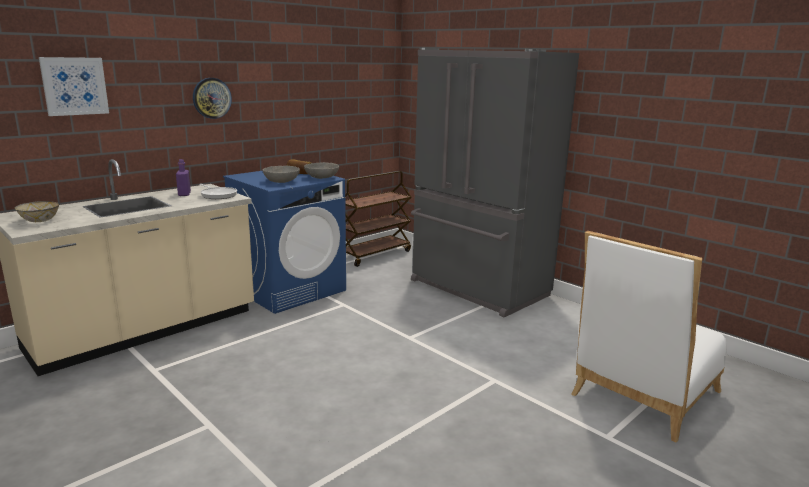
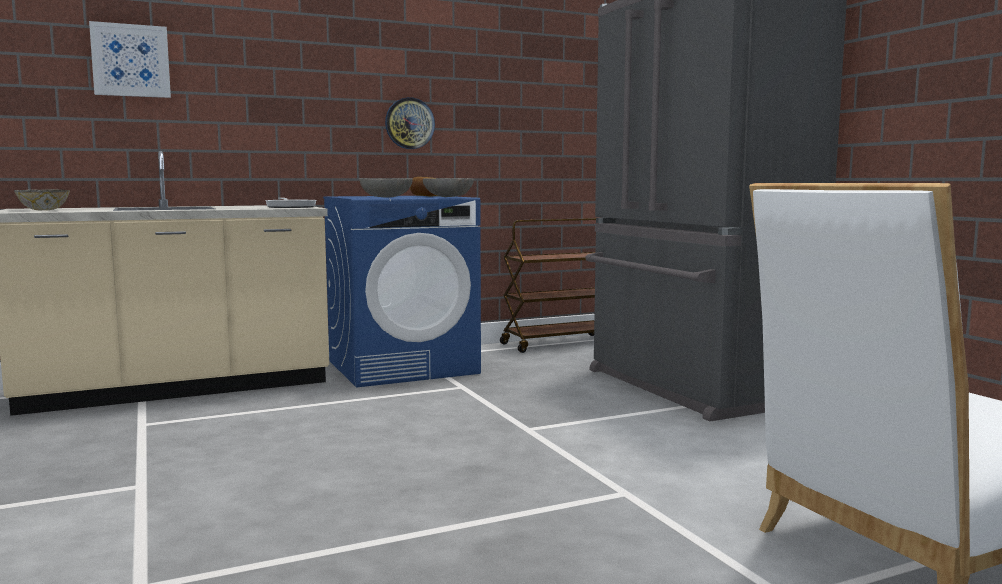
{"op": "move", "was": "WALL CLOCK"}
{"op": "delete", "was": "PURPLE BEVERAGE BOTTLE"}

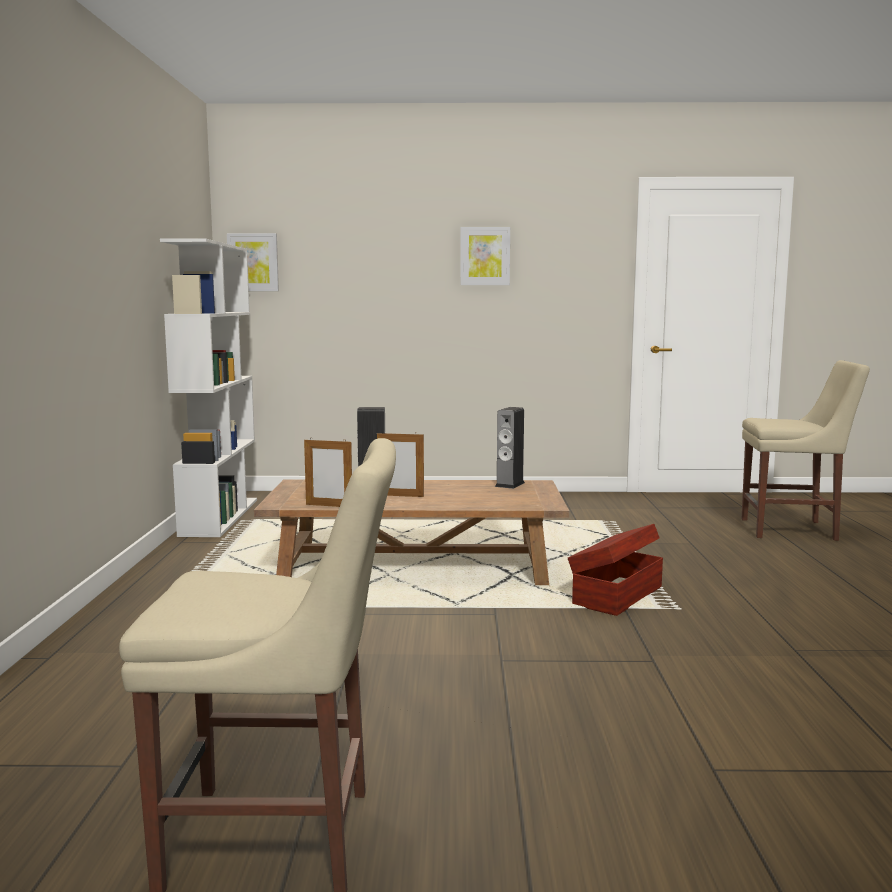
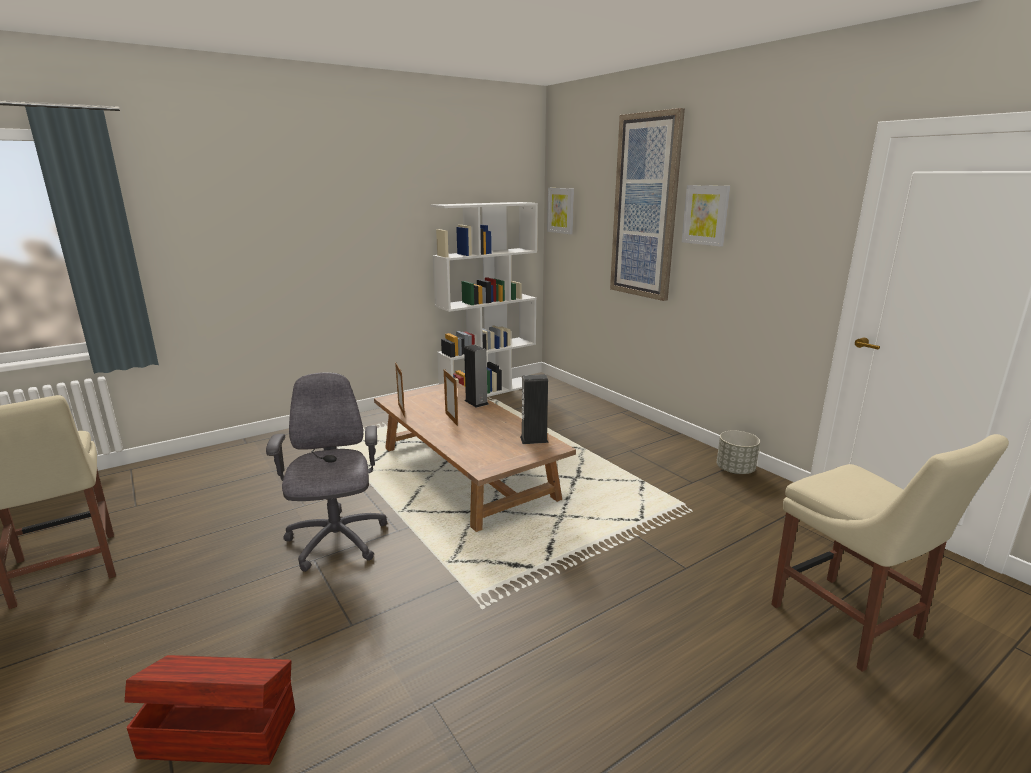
{"op": "move", "was": "BROWN STORAGE BOX"}
{"op": "insert", "now": "GREYISH OFFICE CHAIR"}
{"op": "insert", "now": "WALL PICTURE (2nd from left)"}
{"op": "insert", "now": "GREYISH PLANTER"}

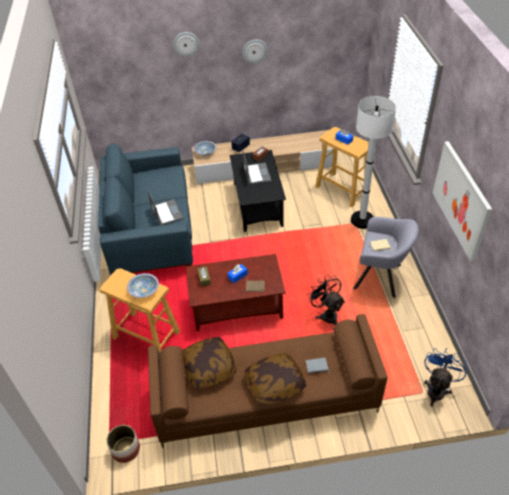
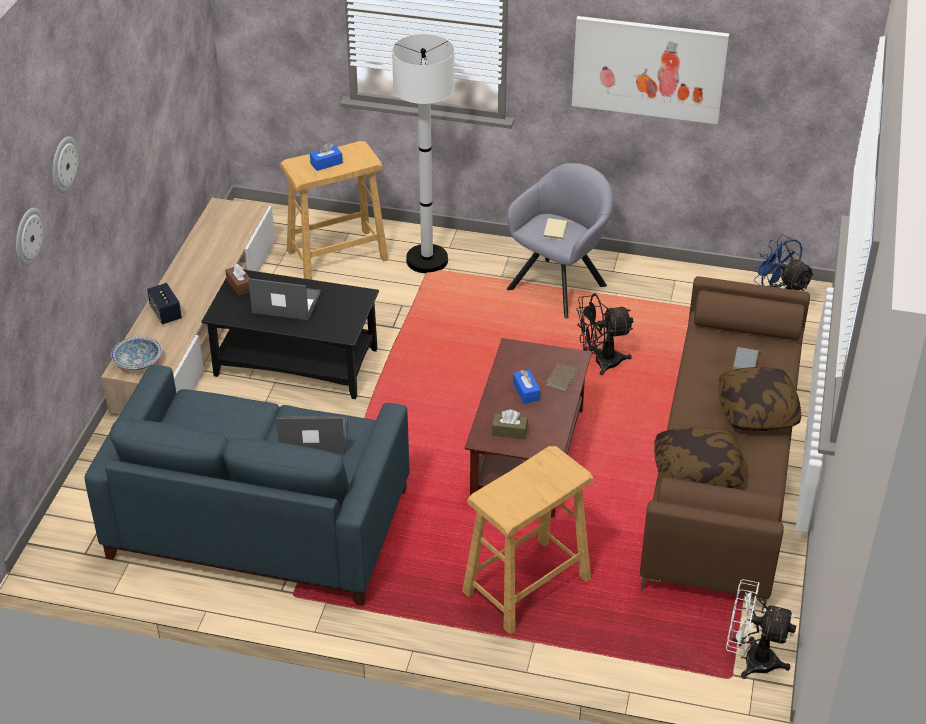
{"op": "move", "was": "WALL CLOCK (2nd from left in the first image)", "now": "WALL CLOCK (1st from left)"}
{"op": "replace", "was": "PLANTER", "now": "WHITISH FAN"}
{"op": "delete", "was": "DEEP DISH (1st from left)"}

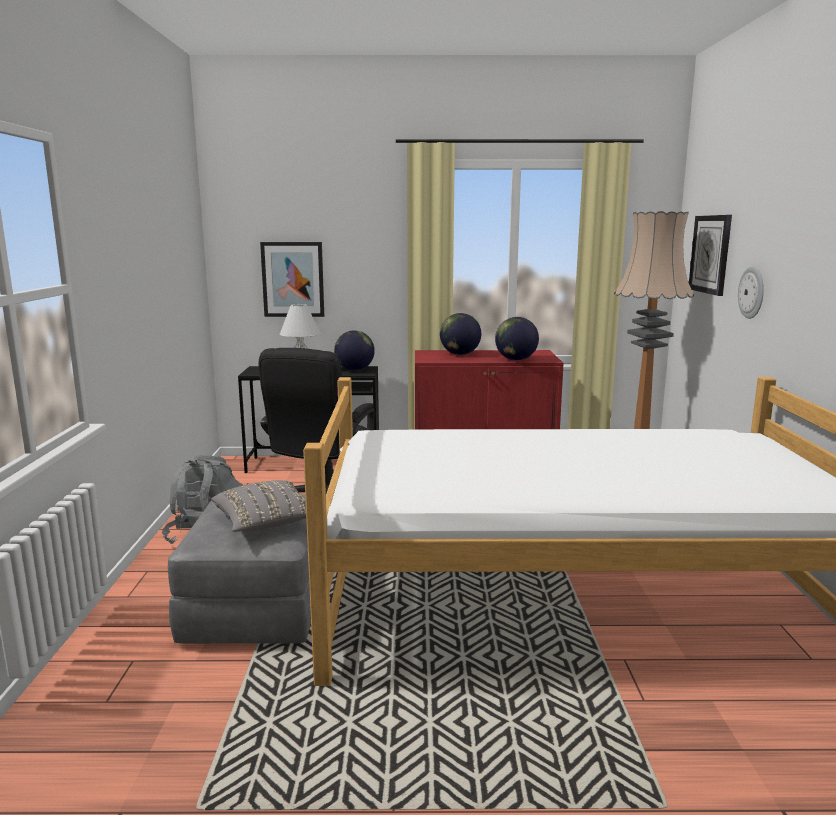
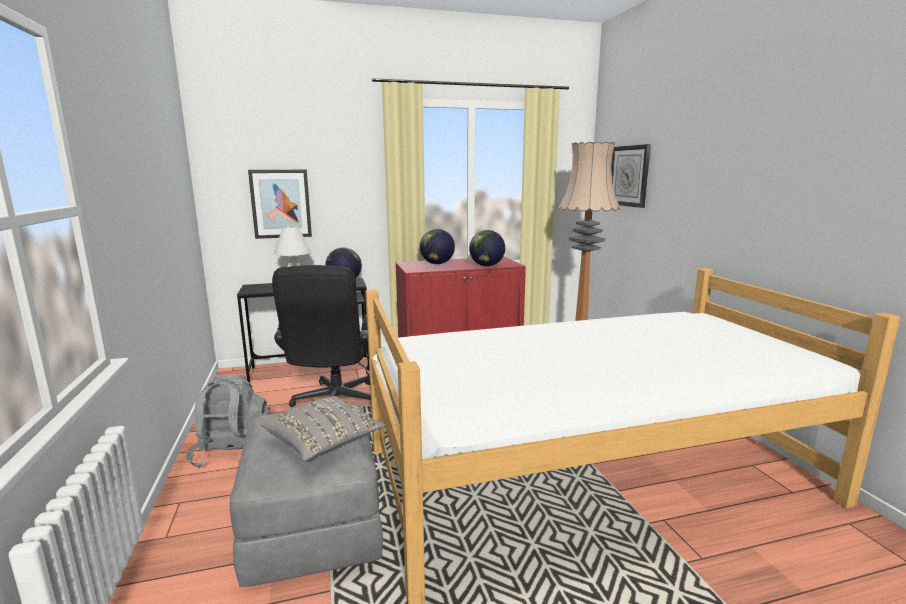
{"op": "delete", "was": "WALL CLOCK (2nd from left)"}

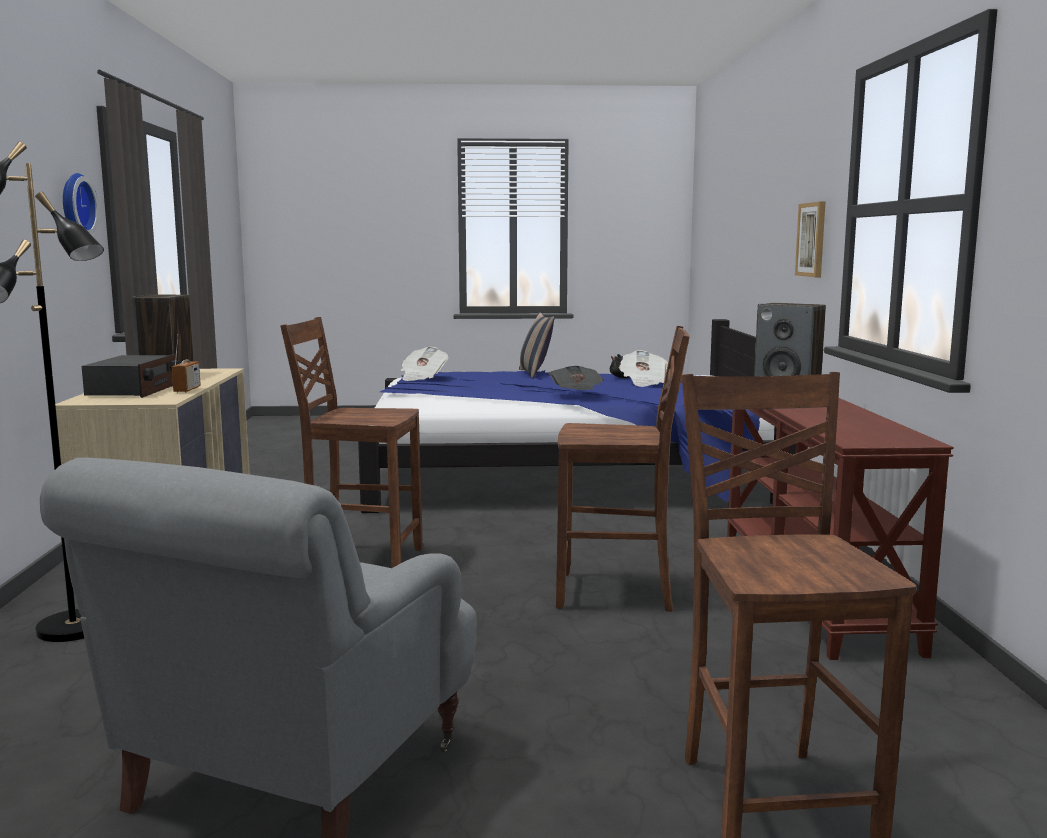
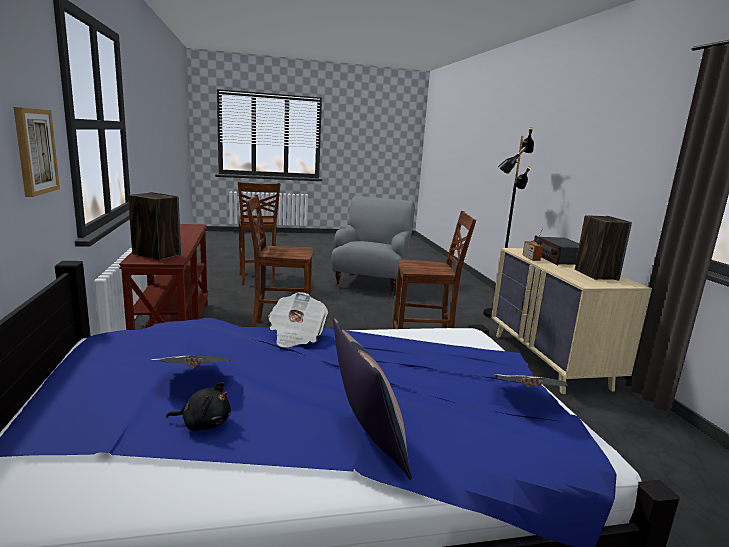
{"op": "delete", "was": "WALL CLOCK"}

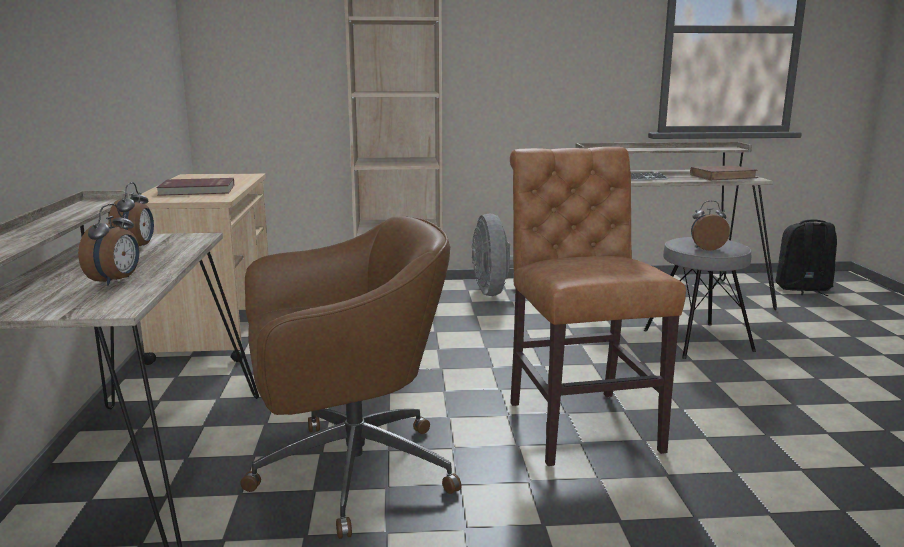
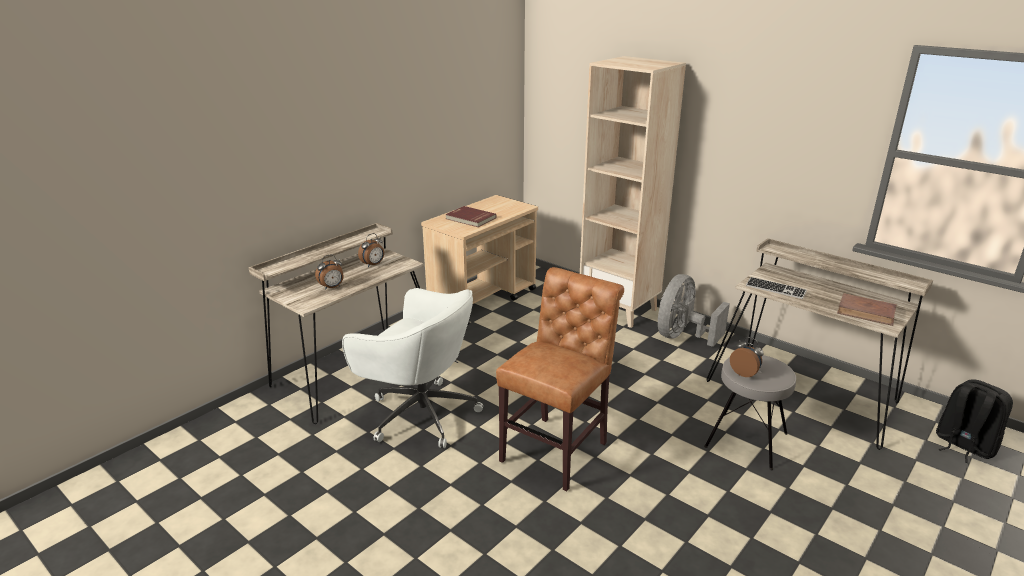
{"op": "recolor", "was": "BROWN OFFICE CHAIR", "now": "WHITISH OFFICE CHAIR"}

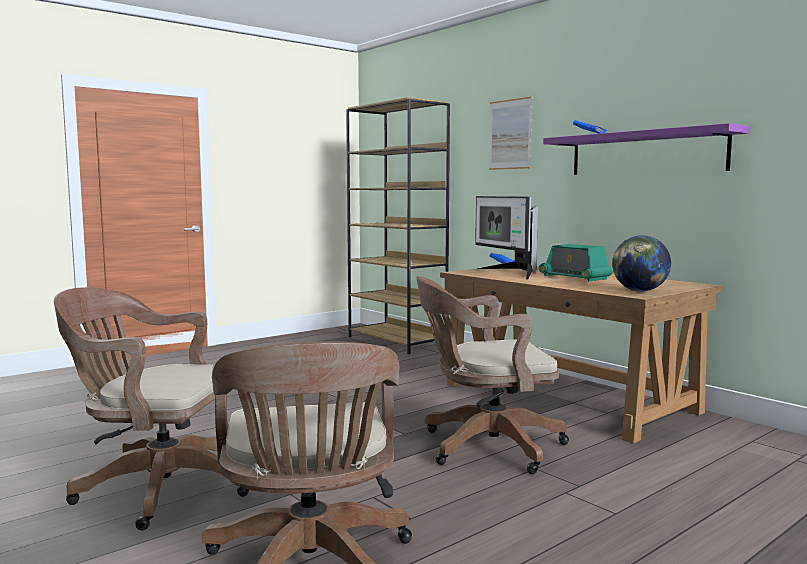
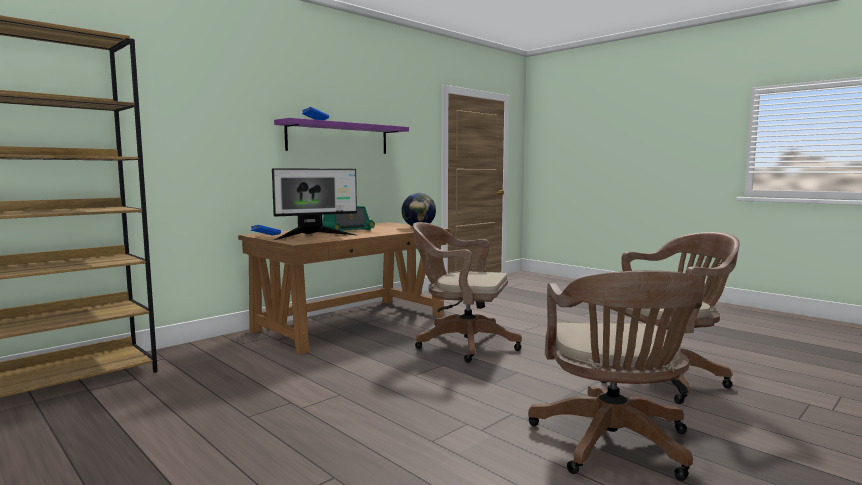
{"op": "rotate", "was": "BROWN OFFICE CHAIR (3rd from left in the first image)", "clockwise": 120}
{"op": "delete", "was": "WALL PICTURE"}

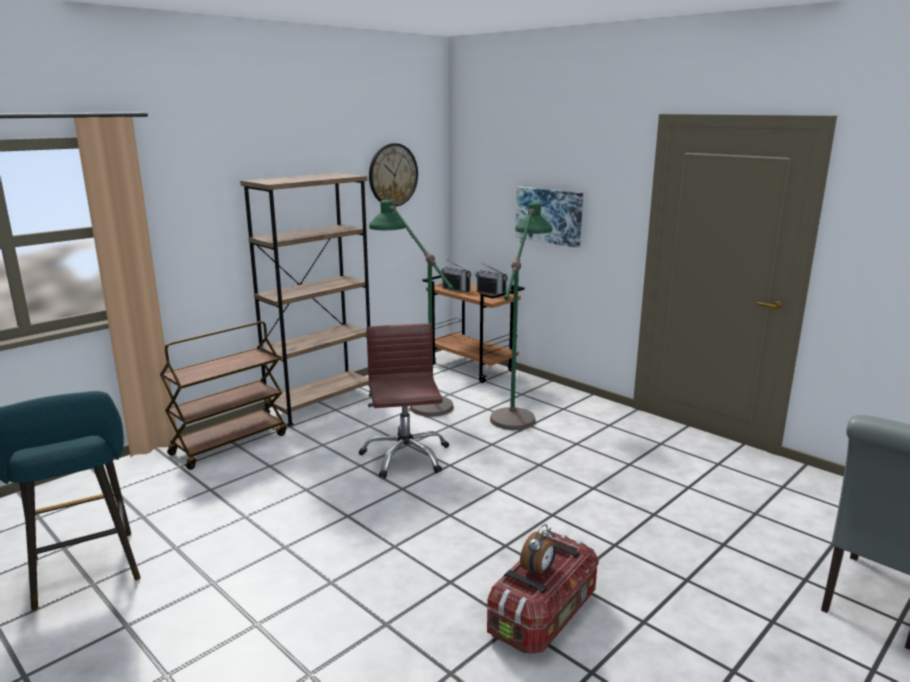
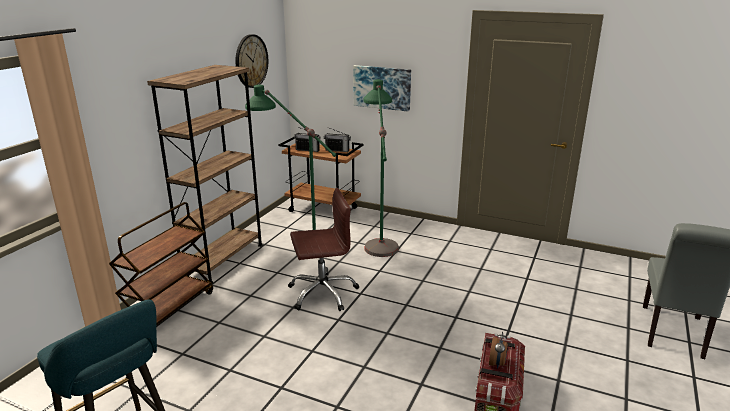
{"op": "rotate", "was": "BROWN OFFICE CHAIR", "clockwise": 105}

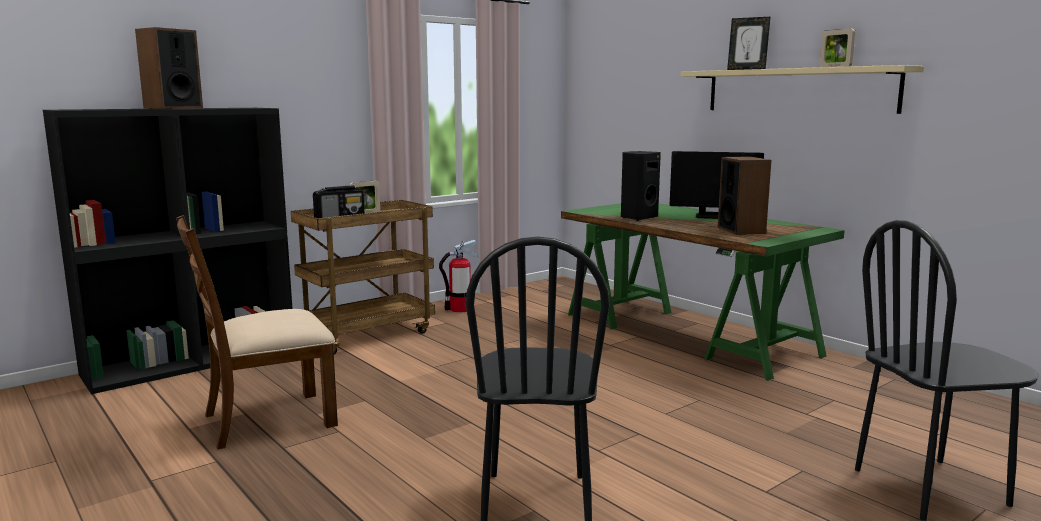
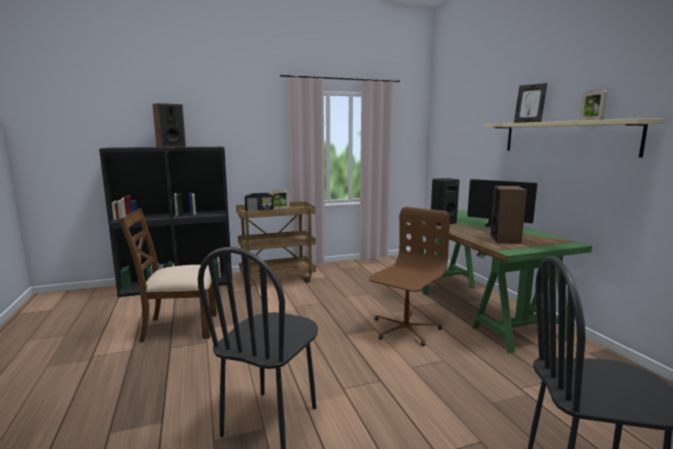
{"op": "insert", "now": "BROWN OFFICE CHAIR"}
{"op": "delete", "was": "EXTINGUISHER"}

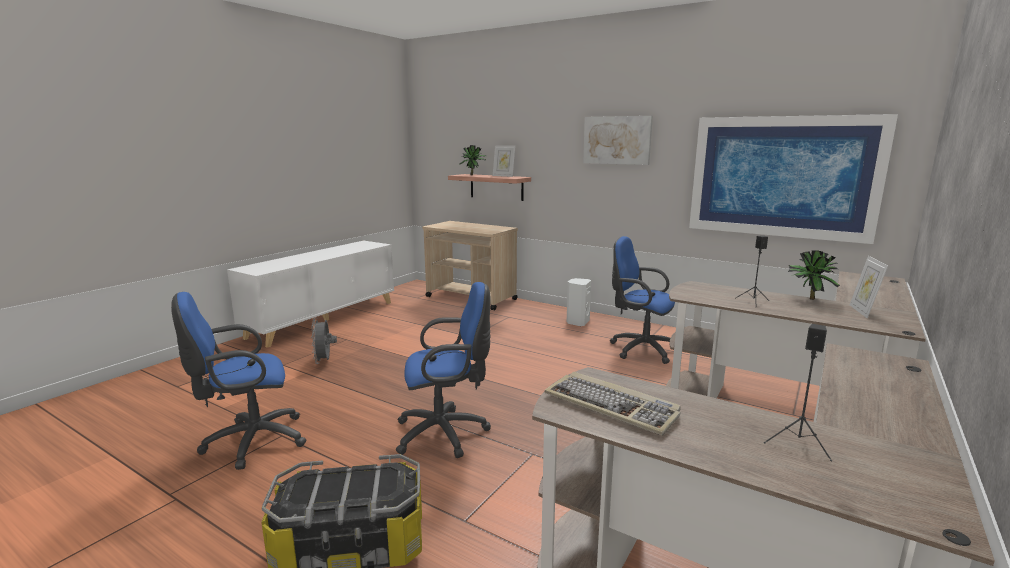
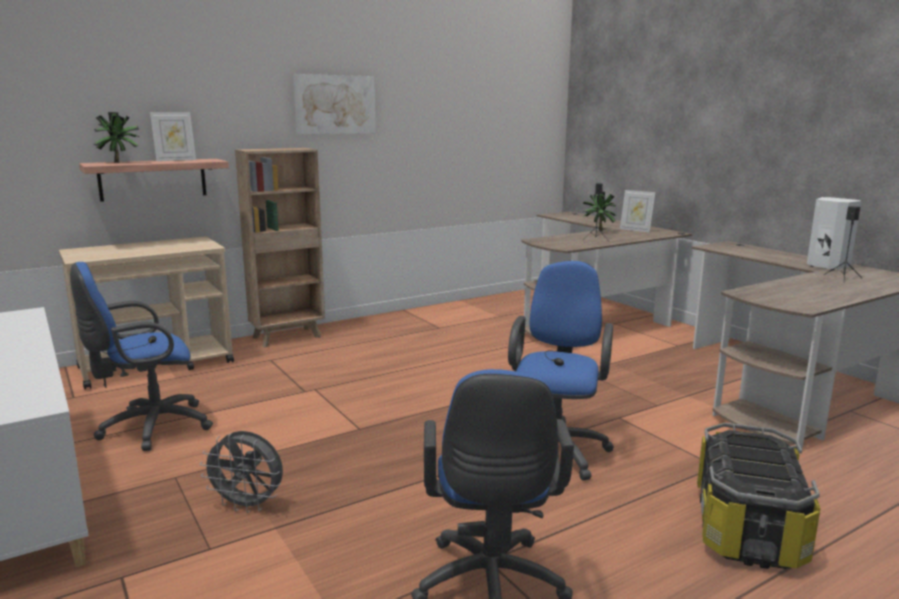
{"op": "move", "was": "BLUISH OFFICE CHAIR (3rd from left in the first image)", "now": "BLUISH OFFICE CHAIR (1st from left)"}
{"op": "insert", "now": "BROWN SHELVING UNIT"}
{"op": "move", "was": "WHITISH SPEAKER"}
{"op": "delete", "was": "KEYBOARD"}
{"op": "delete", "was": "WALL PICTURE (2nd from left)"}

